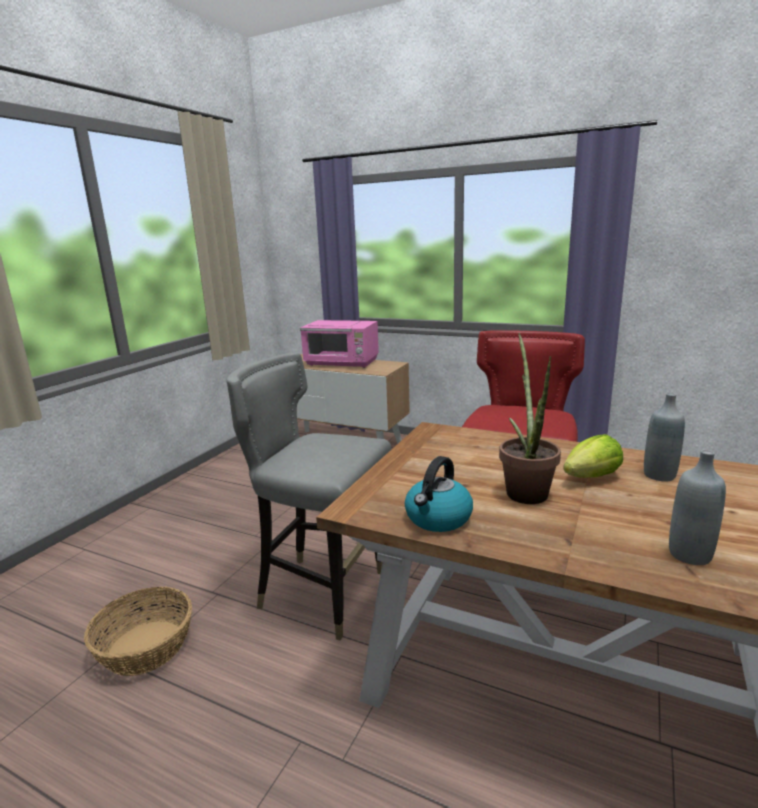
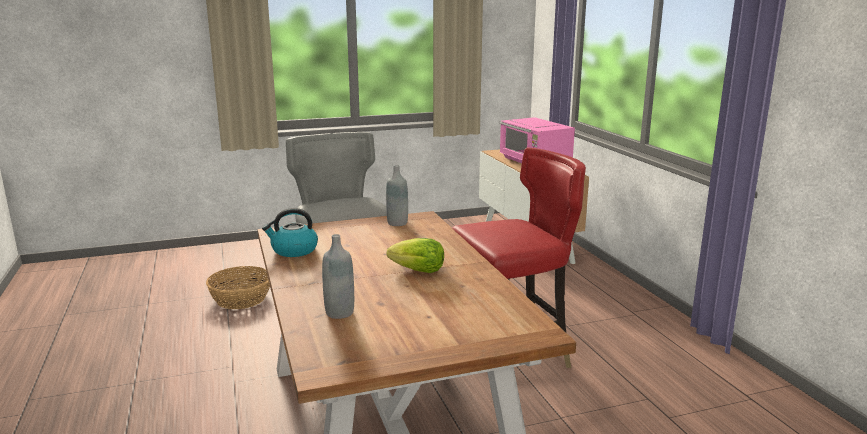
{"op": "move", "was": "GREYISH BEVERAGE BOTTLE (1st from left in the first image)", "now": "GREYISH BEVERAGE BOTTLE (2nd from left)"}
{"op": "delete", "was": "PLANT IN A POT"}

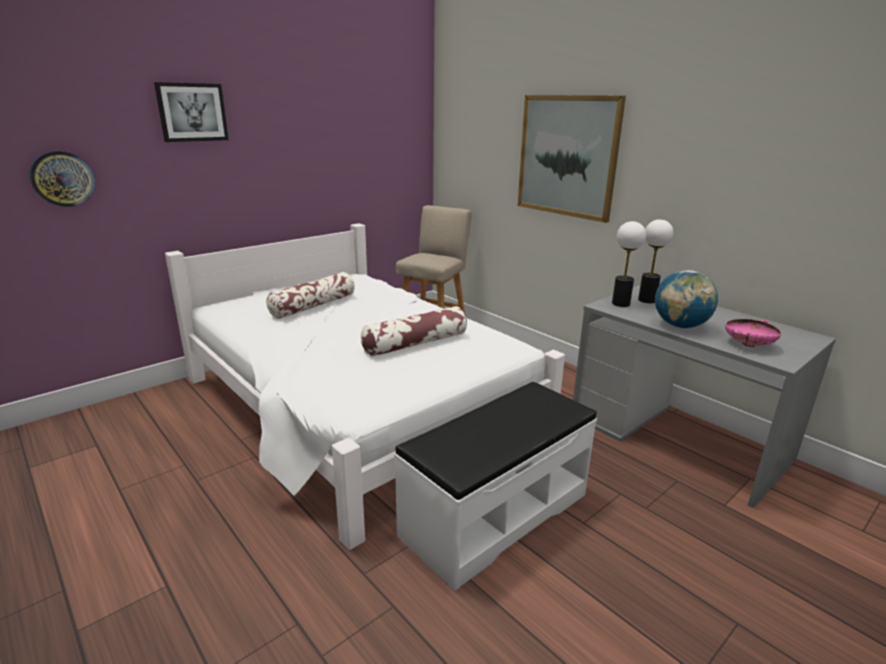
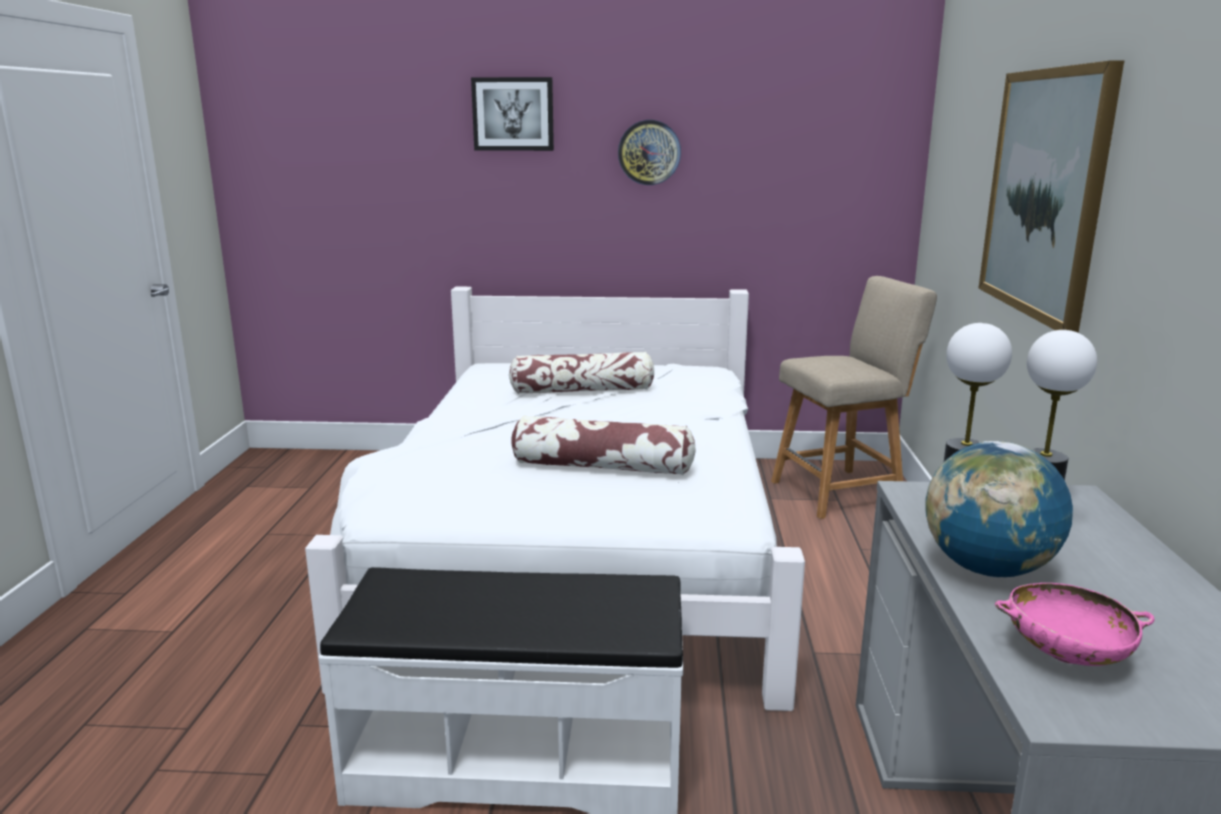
{"op": "move", "was": "WALL CLOCK"}

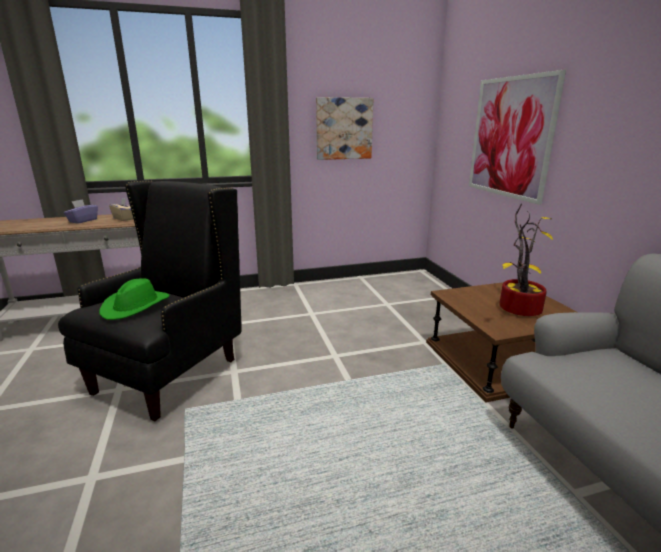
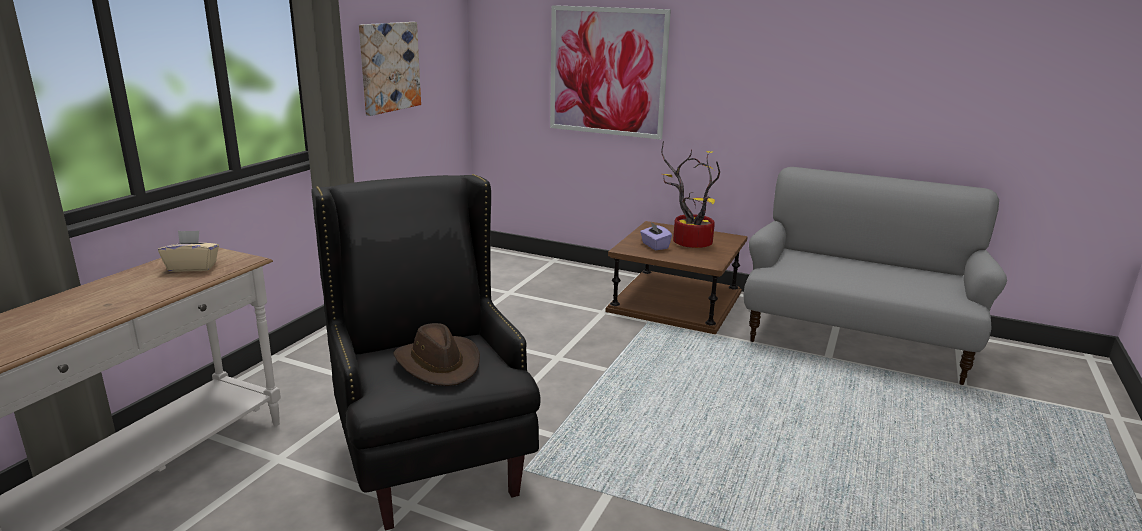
{"op": "recolor", "was": "GREEN-COLOURED HAT", "now": "BROWN HAT"}
{"op": "move", "was": "PURPLE TISSUE BOX"}

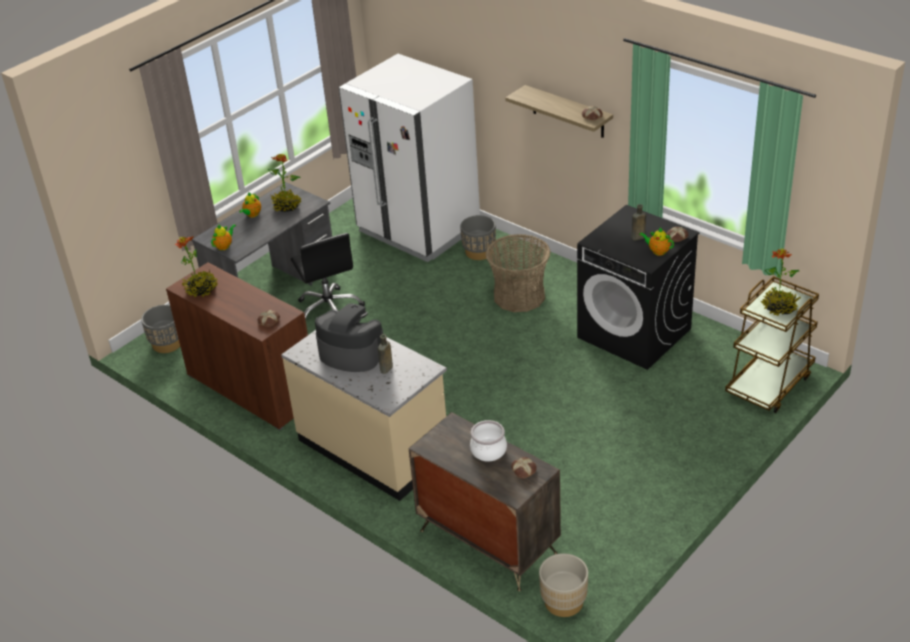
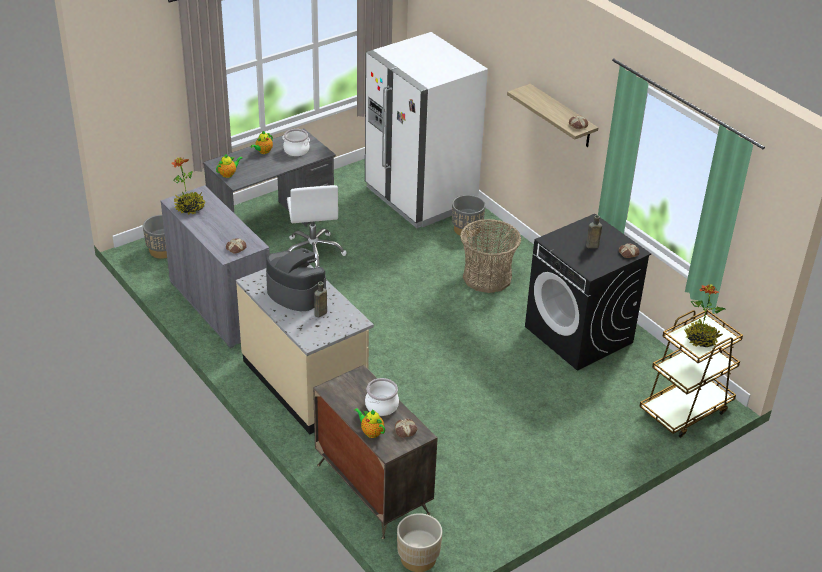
{"op": "recolor", "was": "BROWN CABINET", "now": "GREYISH CABINET"}
{"op": "replace", "was": "PLANT IN A POT (2nd from left)", "now": "STOCKPOT (1st from left)"}
{"op": "recolor", "was": "BLACK-COLOURED OFFICE CHAIR", "now": "WHITISH OFFICE CHAIR"}
{"op": "move", "was": "TEA POT (3rd from left)"}

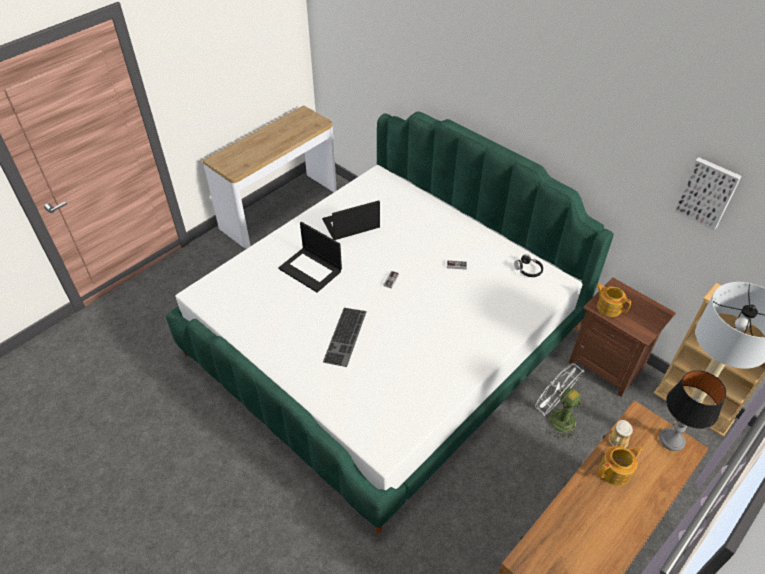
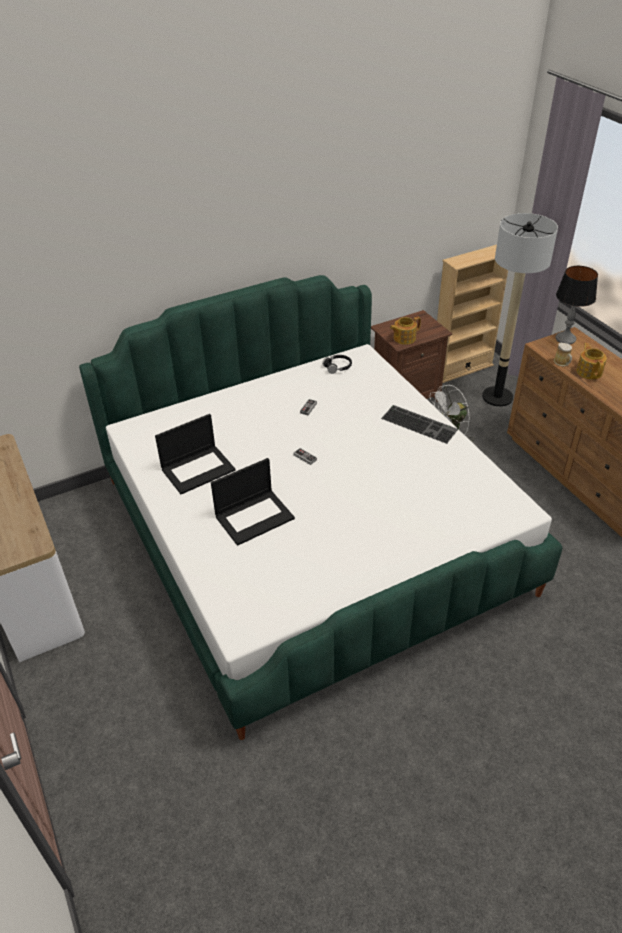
{"op": "rotate", "was": "LAPTOP (2nd from left in the first image)", "clockwise": -120}
{"op": "move", "was": "KEYBOARD"}
{"op": "delete", "was": "WALL PICTURE"}

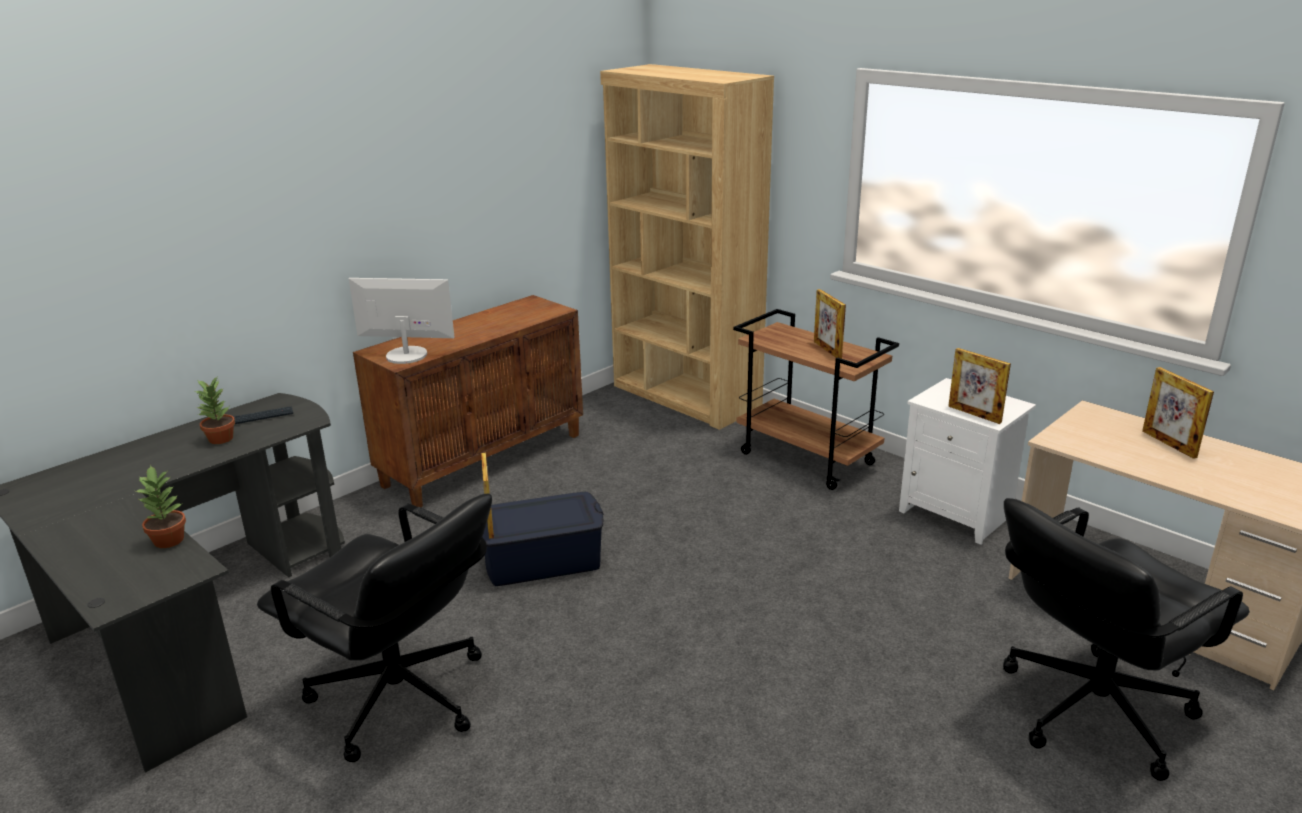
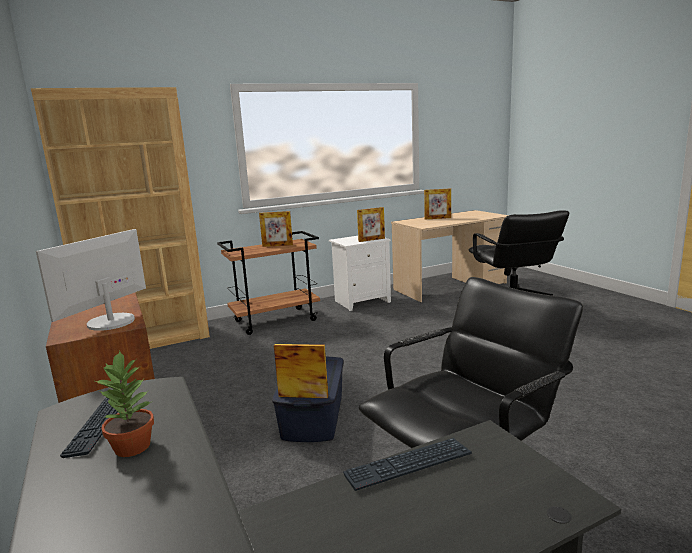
{"op": "replace", "was": "PLANT IN A POT (1st from left)", "now": "KEYBOARD (2nd from left)"}

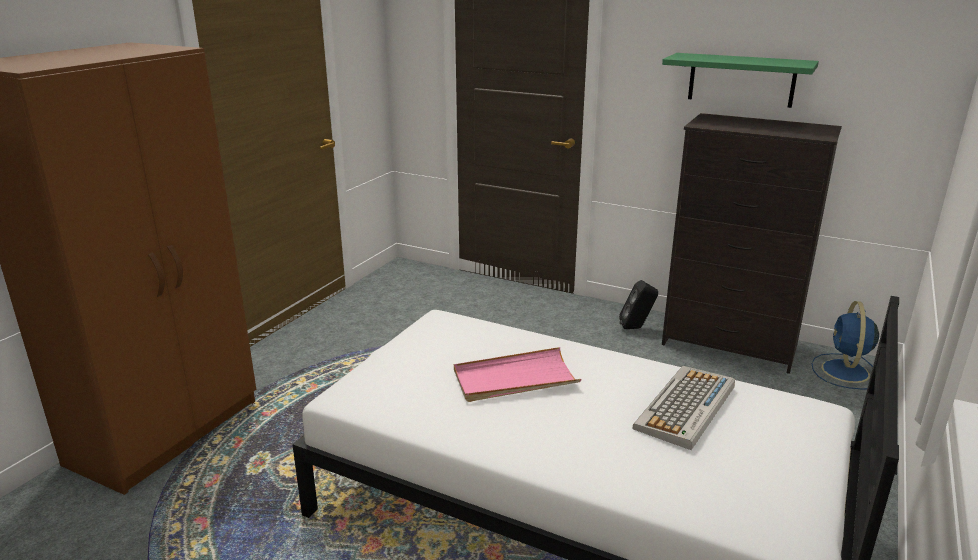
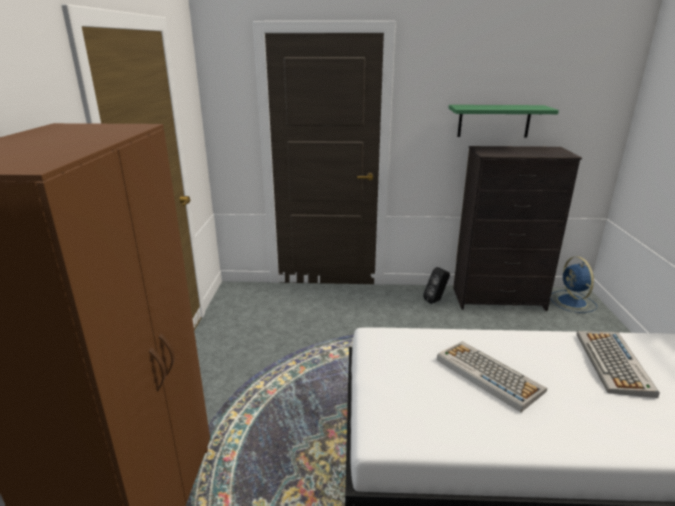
{"op": "replace", "was": "PINK-COLOURED TRAY", "now": "KEYBOARD (1st from left)"}

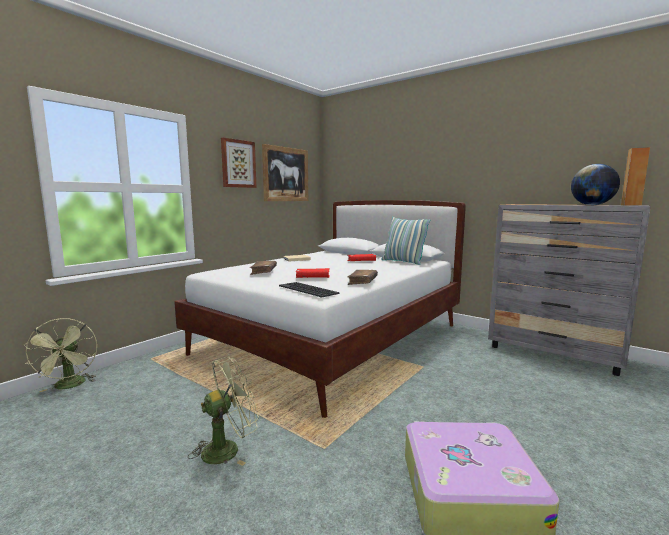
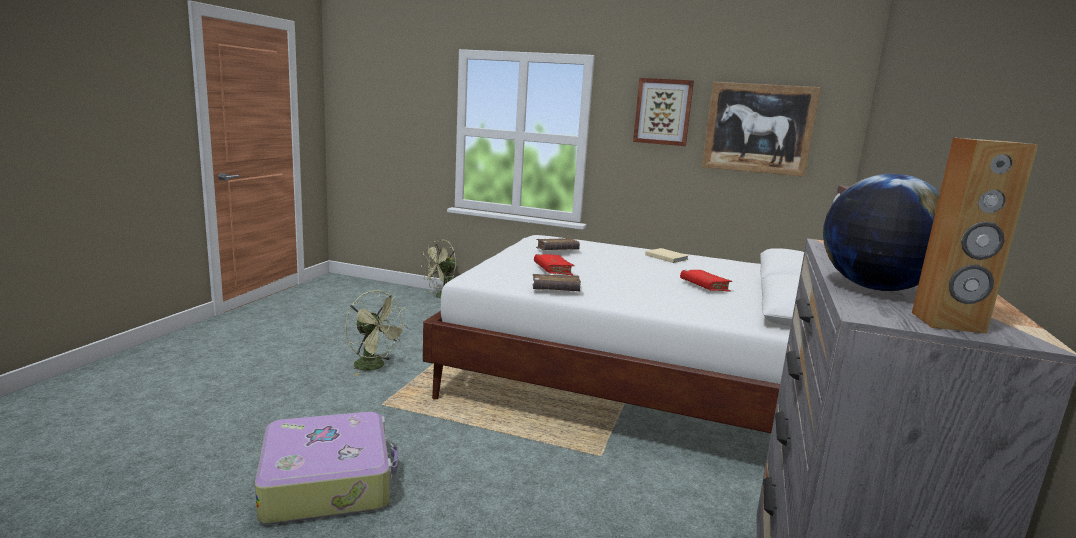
{"op": "delete", "was": "KEYBOARD"}
{"op": "delete", "was": "PILLOW"}

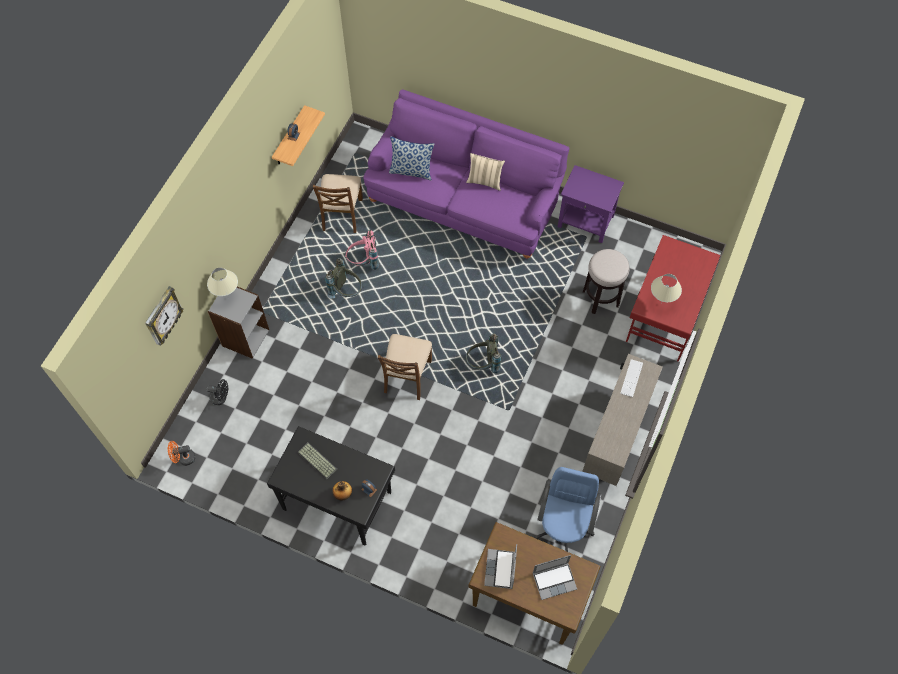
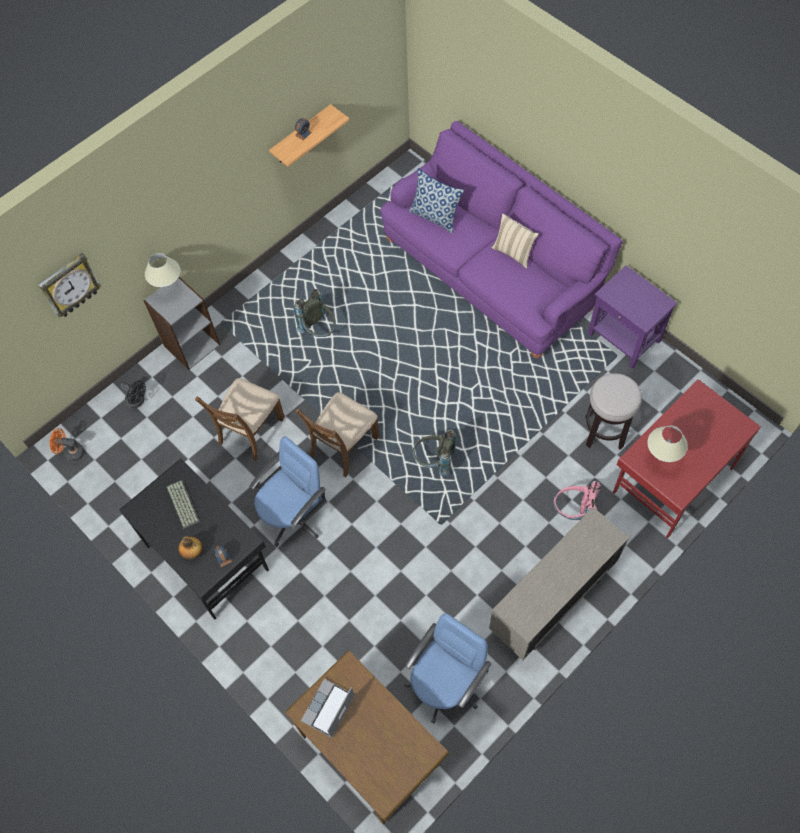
{"op": "move", "was": "BROWN PLAIN CHAIR (1st from left)"}
{"op": "insert", "now": "BLUISH OFFICE CHAIR (1st from left)"}
{"op": "move", "was": "PINK-COLOURED RUCKSACK"}
{"op": "delete", "was": "LAPTOP (2nd from left)"}
{"op": "delete", "was": "KEYBOARD (2nd from left)"}

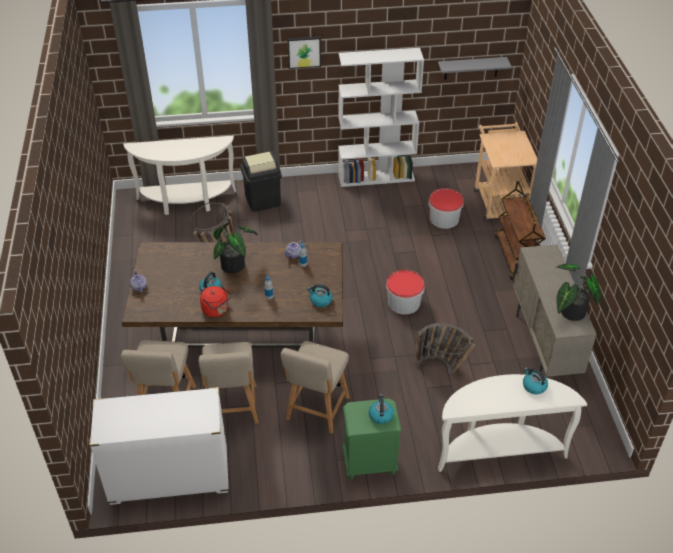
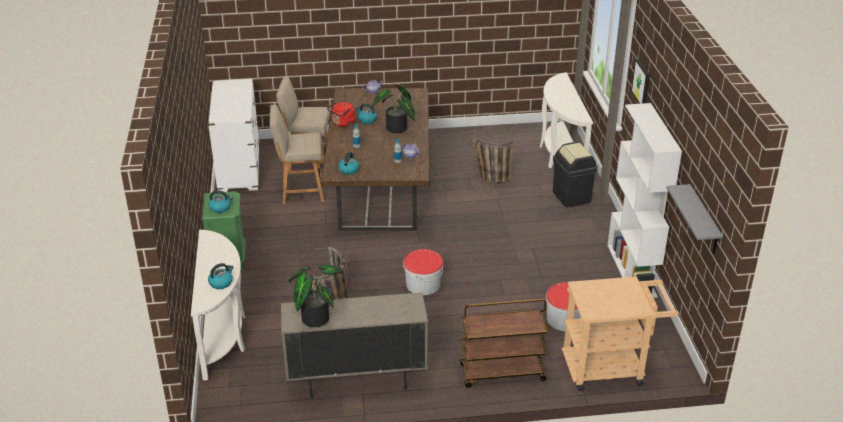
{"op": "delete", "was": "BEIGE PLAIN CHAIR (3rd from left)"}

